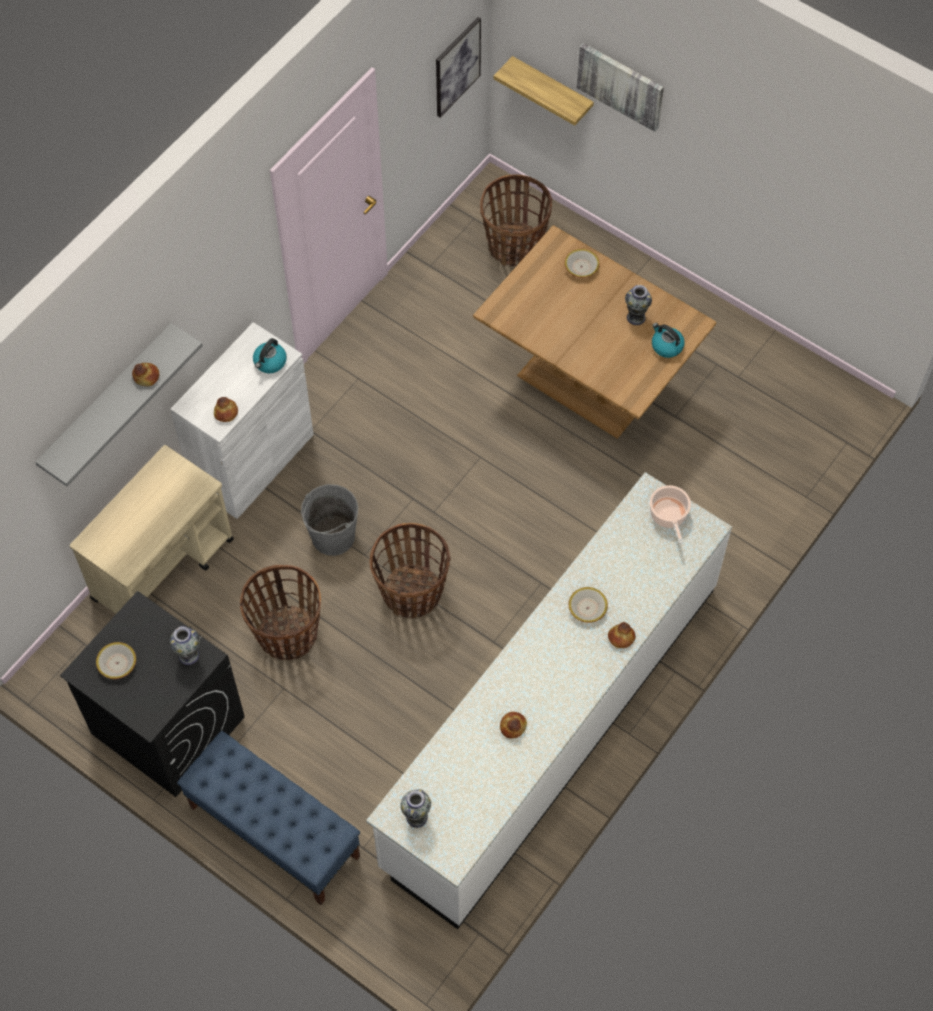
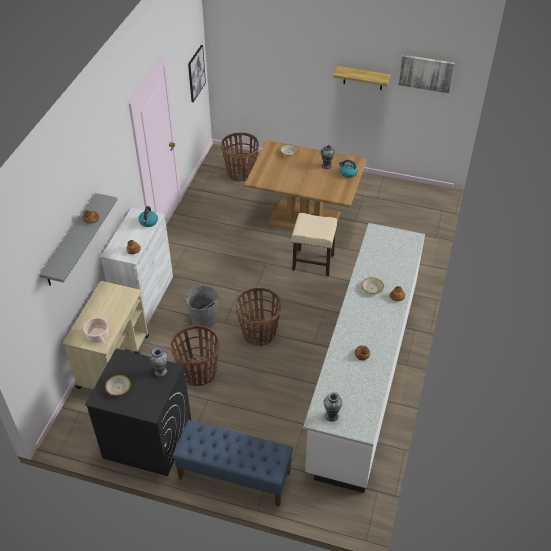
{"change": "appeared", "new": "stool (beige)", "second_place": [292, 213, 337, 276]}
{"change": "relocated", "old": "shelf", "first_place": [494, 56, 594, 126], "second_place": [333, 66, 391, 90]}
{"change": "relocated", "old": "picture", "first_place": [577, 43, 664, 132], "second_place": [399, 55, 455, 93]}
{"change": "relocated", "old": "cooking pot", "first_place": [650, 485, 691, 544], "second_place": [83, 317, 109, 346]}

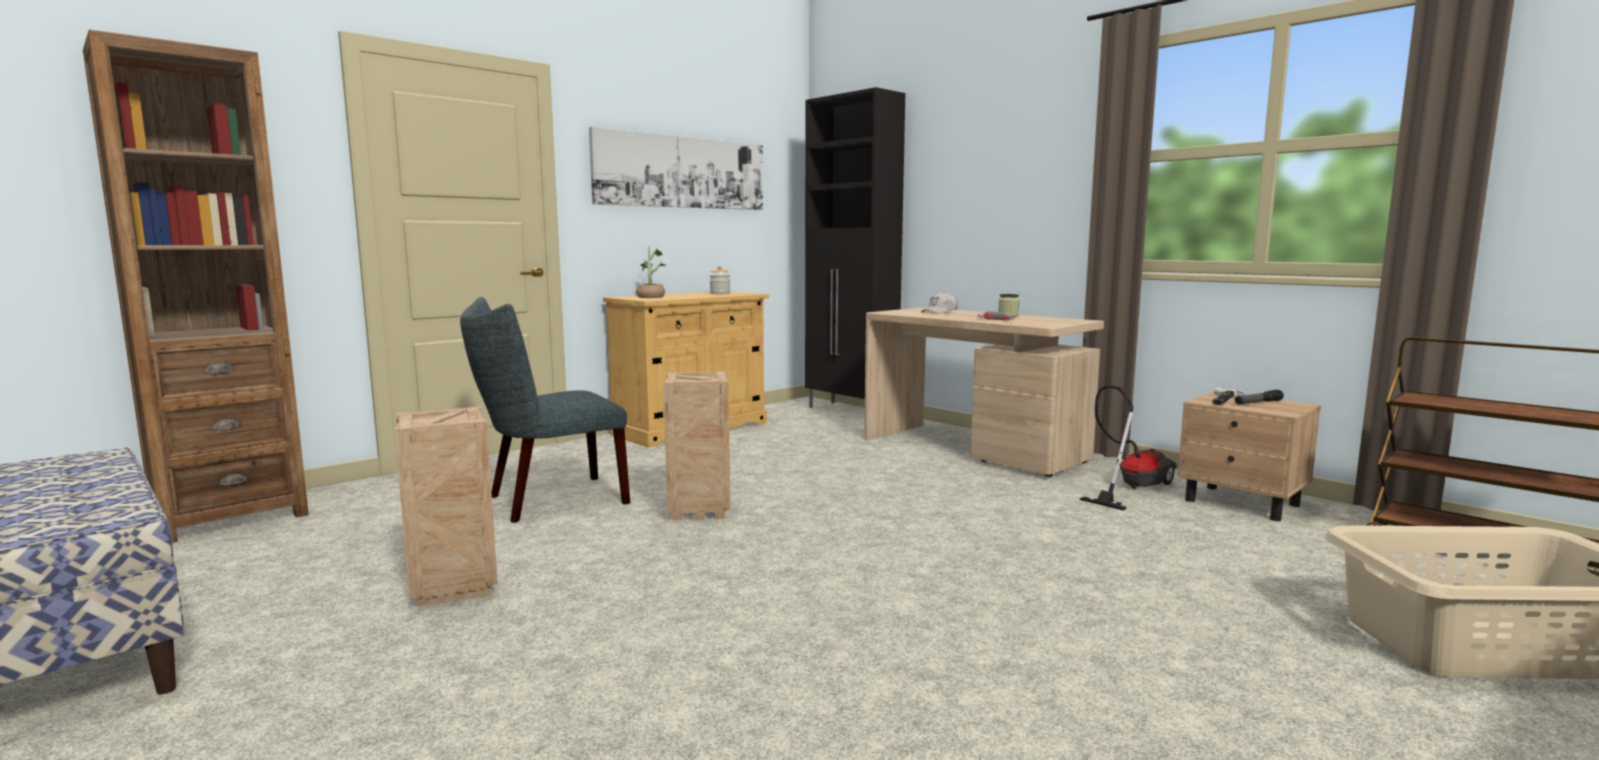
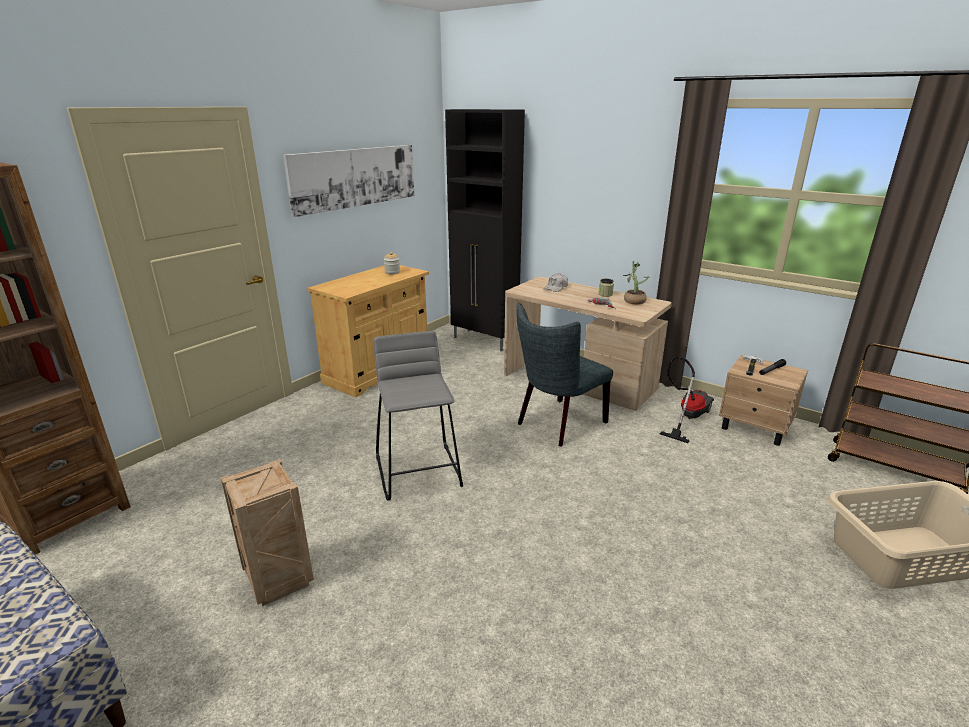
{"change": "relocated", "old": "chair (grey)", "first_place": [460, 297, 630, 523], "second_place": [516, 303, 613, 447]}
{"change": "relocated", "old": "potted plant", "first_place": [636, 246, 666, 298], "second_place": [623, 261, 649, 305]}
{"change": "exchanged", "old": "crate", "new": "stool (grey)", "first_place": [663, 371, 731, 521], "second_place": [373, 331, 463, 500]}

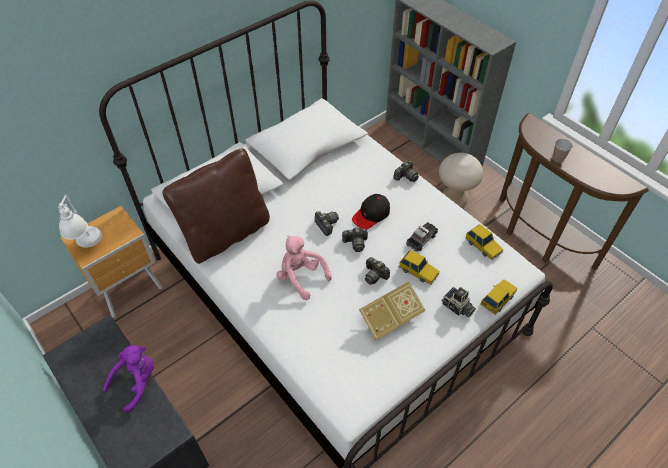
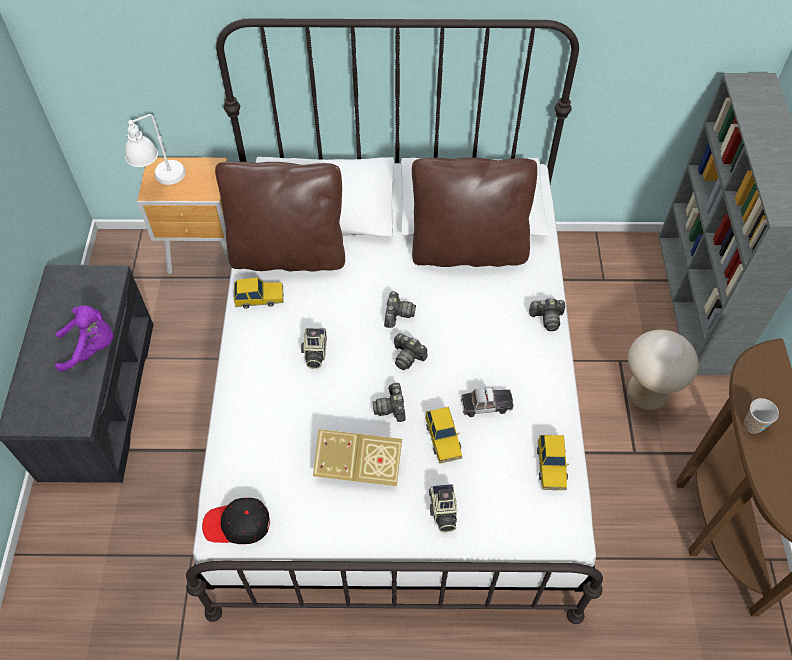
{"change": "appeared", "new": "pillow (brown)", "second_place": [412, 157, 537, 267]}
{"change": "relocated", "old": "cap (black)", "first_place": [352, 194, 390, 229], "second_place": [202, 498, 270, 544]}
{"change": "relocated", "old": "toy car", "first_place": [480, 279, 517, 315], "second_place": [234, 277, 284, 309]}
{"change": "exchanged", "old": "plush toy (pink)", "new": "photo camera", "first_place": [276, 235, 332, 300], "second_place": [301, 328, 327, 369]}

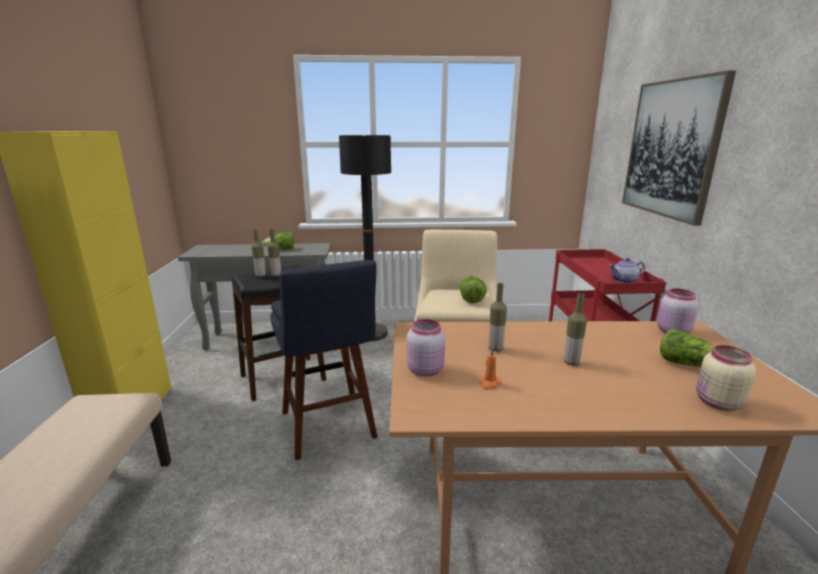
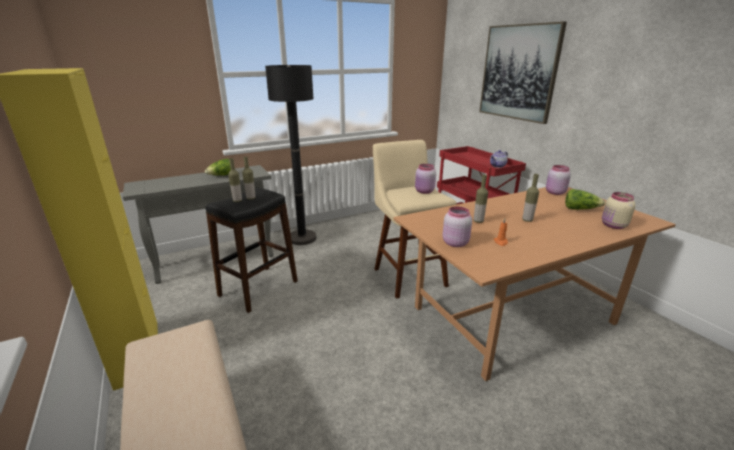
{"change": "missing", "old": "stool (blue)", "first_place": [270, 260, 378, 460]}
{"change": "exchanged", "old": "lettuce", "new": "jar (pink)", "first_place": [460, 276, 487, 303], "second_place": [415, 164, 436, 194]}

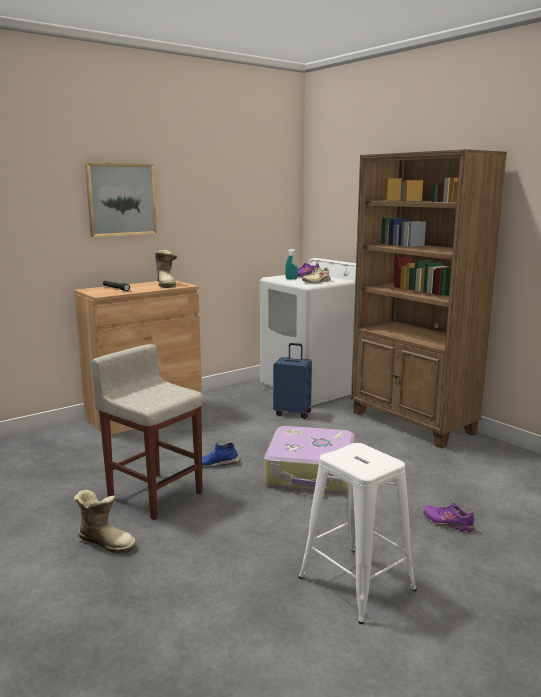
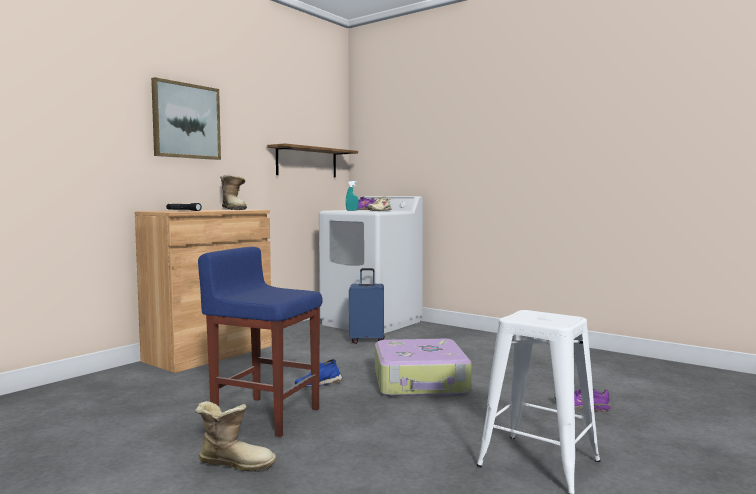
{"change": "missing", "old": "bookcase (brown)", "first_place": [351, 149, 507, 448]}
{"change": "appeared", "new": "shelf", "second_place": [267, 143, 358, 178]}
{"change": "colour", "old": "stool (beige)", "new": "stool (blue)", "first_place": [90, 344, 204, 520], "second_place": [198, 247, 323, 437]}

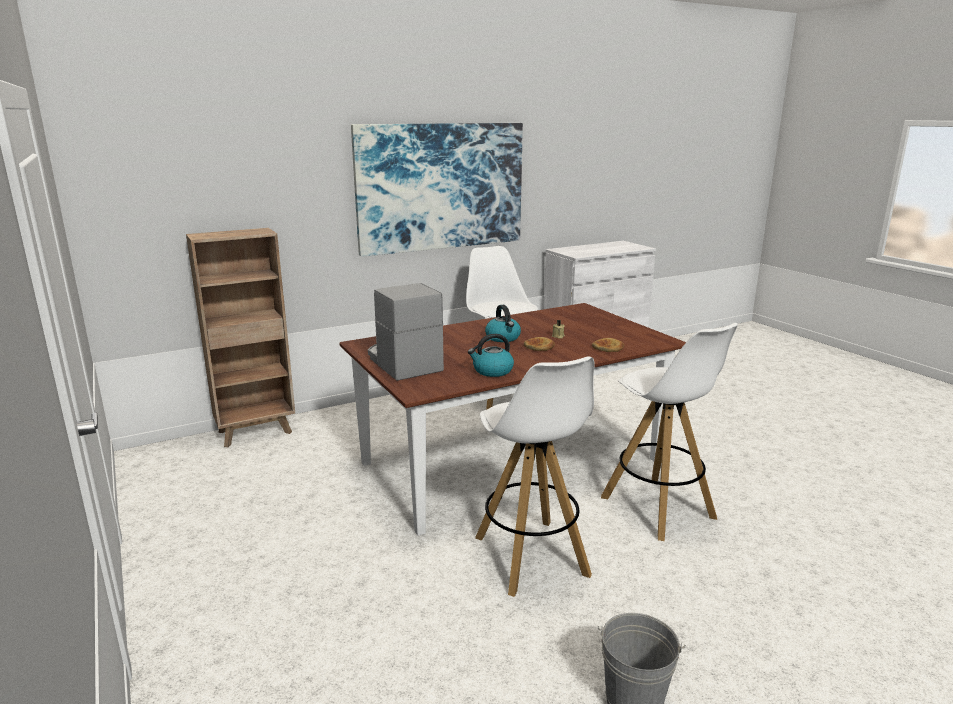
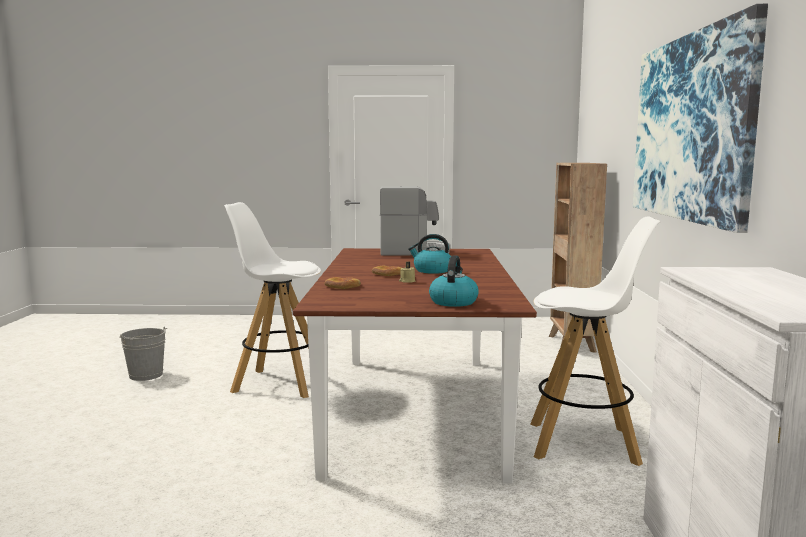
{"change": "missing", "old": "stool (white)", "first_place": [601, 323, 738, 541]}
{"change": "relocated", "old": "kettle", "first_place": [468, 334, 514, 377], "second_place": [429, 256, 479, 307]}

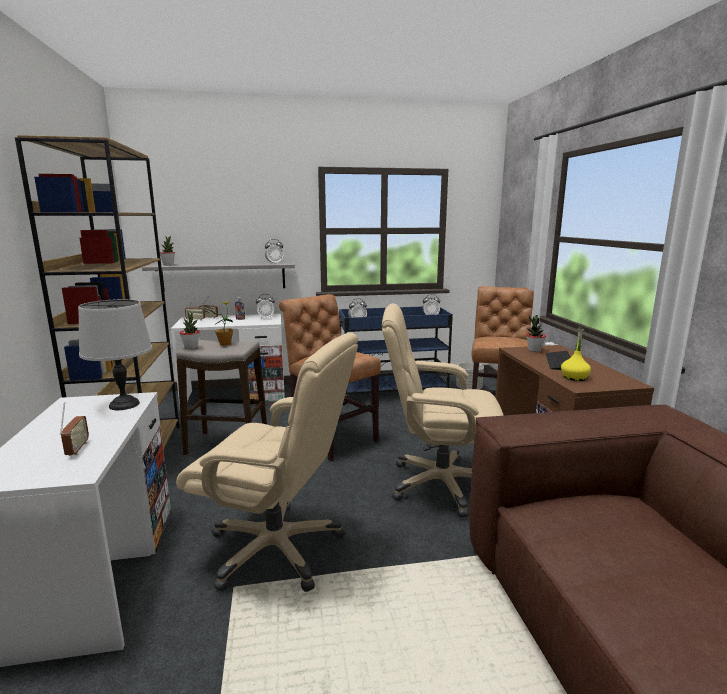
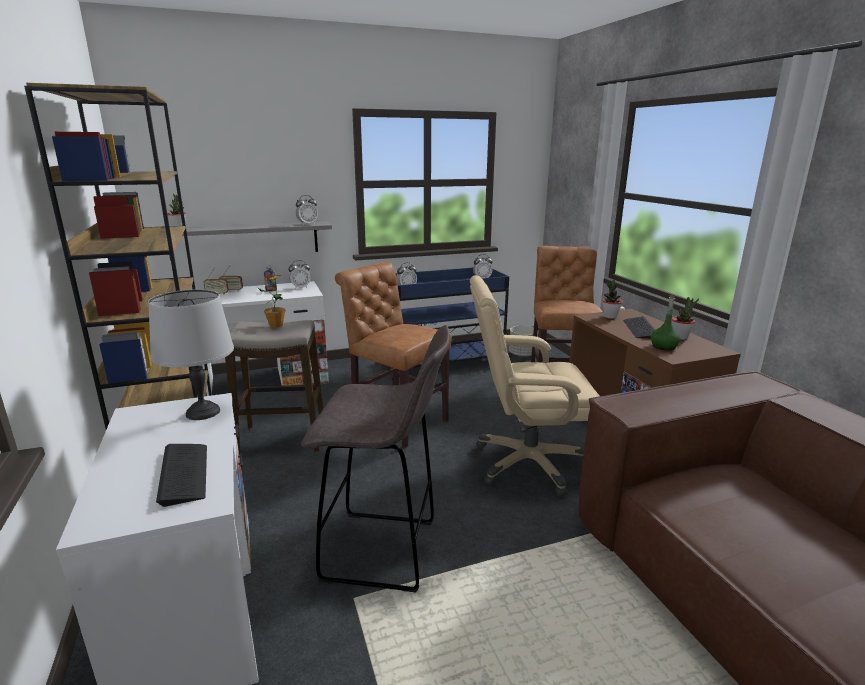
{"change": "relocated", "old": "potted plant", "first_place": [180, 312, 200, 349], "second_place": [672, 297, 699, 340]}
{"change": "exchanged", "old": "radio", "new": "keyboard", "first_place": [60, 403, 89, 456], "second_place": [156, 444, 207, 507]}
{"change": "exchanged", "old": "office chair (beige)", "new": "stool (grey)", "first_place": [176, 332, 358, 592], "second_place": [301, 325, 450, 592]}
{"change": "colour", "old": "bottle (yellow)", "new": "bottle (green)", "first_place": [561, 327, 591, 381], "second_place": [650, 295, 681, 350]}

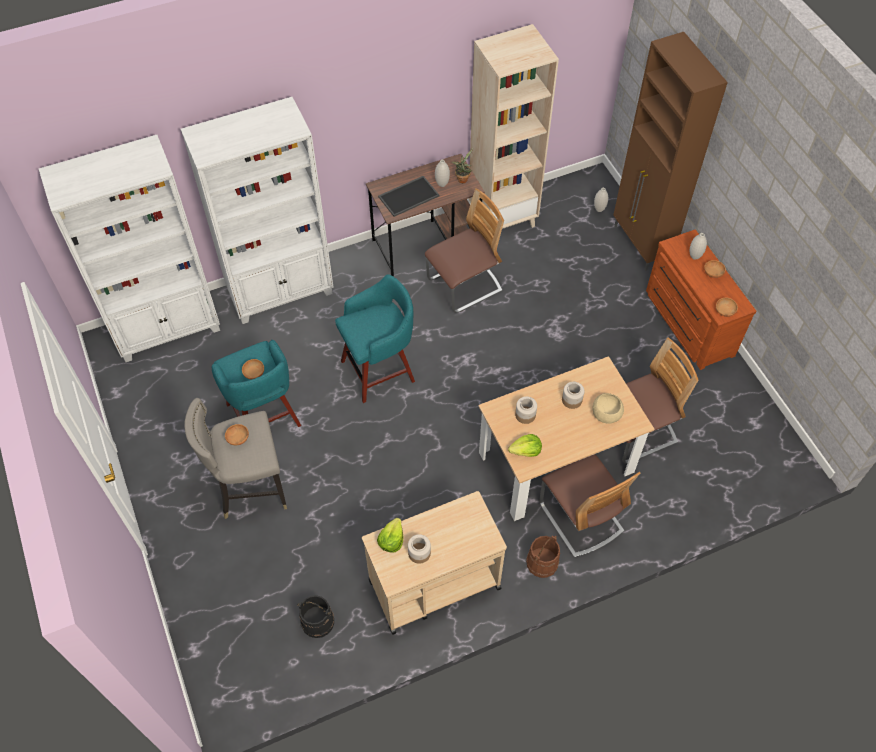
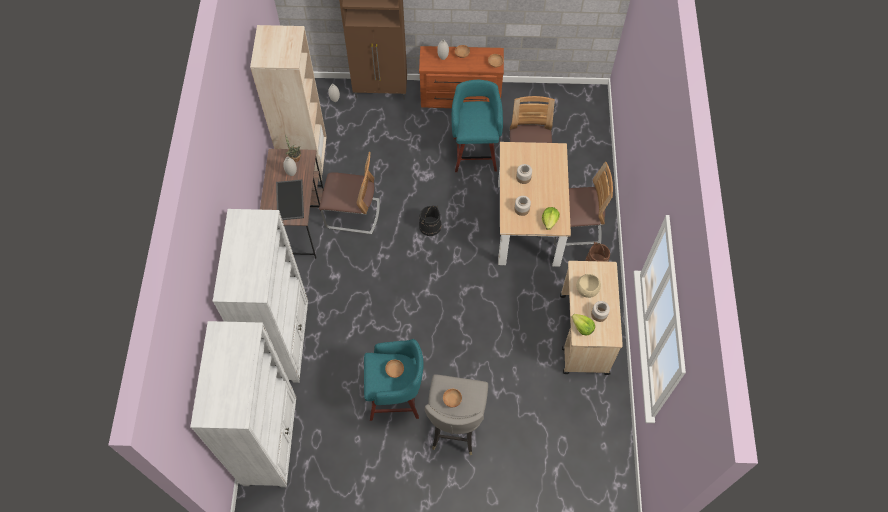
{"change": "relocated", "old": "bucket (black)", "first_place": [297, 595, 334, 638], "second_place": [419, 206, 442, 236]}
{"change": "relocated", "old": "stool (turquoise)", "first_place": [335, 274, 415, 403], "second_place": [452, 80, 503, 172]}
{"change": "relocated", "old": "bowl (beige)", "first_place": [593, 393, 624, 424], "second_place": [576, 274, 601, 298]}
{"change": "spun", "old": "chair", "first_place": [425, 188, 504, 313], "second_place": [319, 152, 380, 234], "degrees": 105}

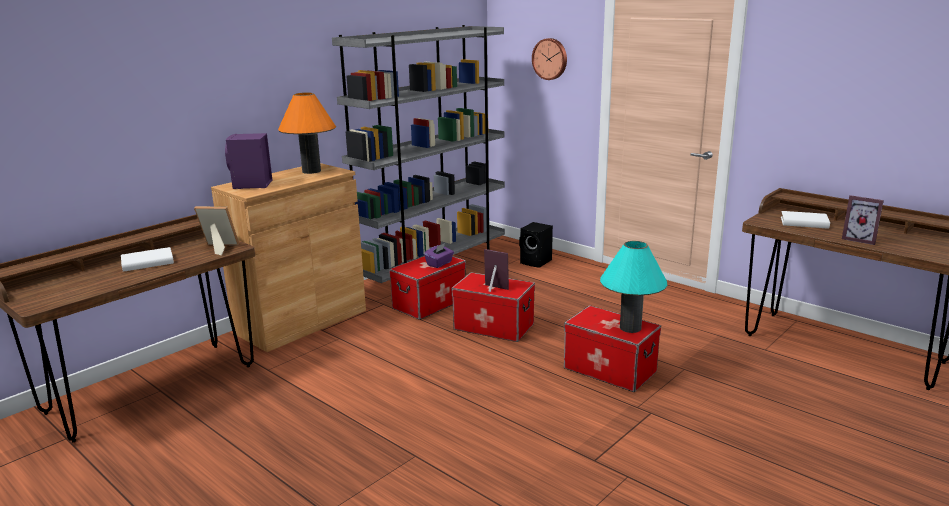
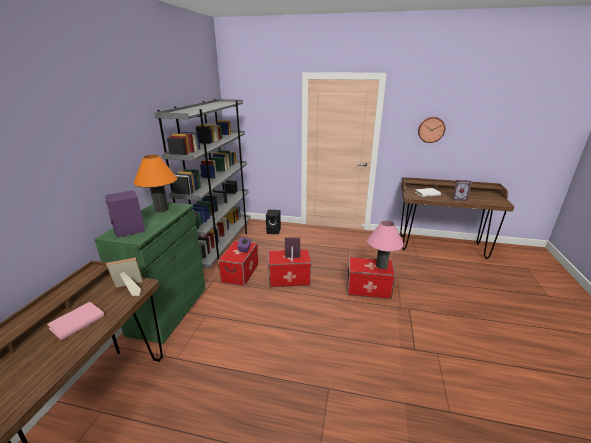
{"change": "relocated", "old": "wall clock", "first_place": [532, 38, 567, 80], "second_place": [418, 117, 445, 143]}
{"change": "colour", "old": "book (white)", "new": "book (pink)", "first_place": [121, 247, 174, 272], "second_place": [47, 302, 105, 341]}
{"change": "colour", "old": "cabinet (brown)", "new": "cabinet (green)", "first_place": [211, 163, 366, 352], "second_place": [94, 202, 206, 344]}
{"change": "colour", "old": "table lamp (turquoise)", "new": "table lamp (pink)", "first_place": [600, 241, 667, 333], "second_place": [367, 221, 404, 269]}

